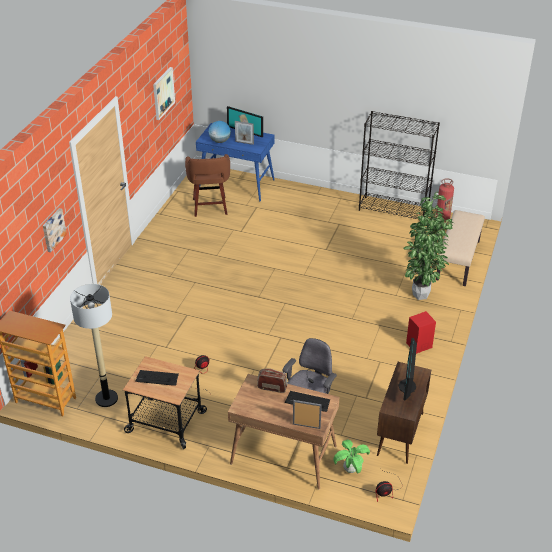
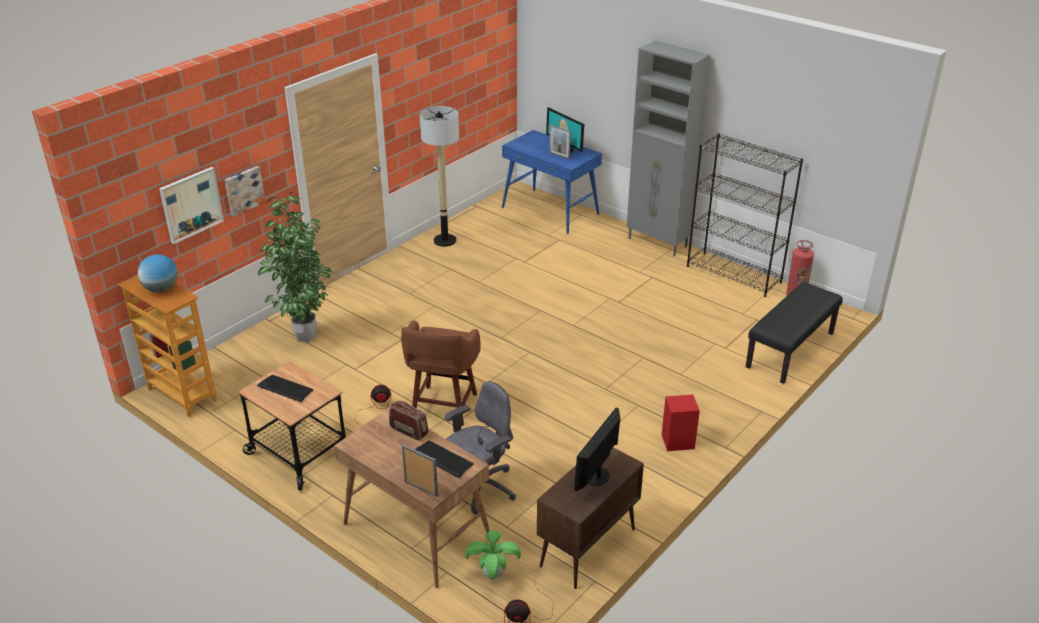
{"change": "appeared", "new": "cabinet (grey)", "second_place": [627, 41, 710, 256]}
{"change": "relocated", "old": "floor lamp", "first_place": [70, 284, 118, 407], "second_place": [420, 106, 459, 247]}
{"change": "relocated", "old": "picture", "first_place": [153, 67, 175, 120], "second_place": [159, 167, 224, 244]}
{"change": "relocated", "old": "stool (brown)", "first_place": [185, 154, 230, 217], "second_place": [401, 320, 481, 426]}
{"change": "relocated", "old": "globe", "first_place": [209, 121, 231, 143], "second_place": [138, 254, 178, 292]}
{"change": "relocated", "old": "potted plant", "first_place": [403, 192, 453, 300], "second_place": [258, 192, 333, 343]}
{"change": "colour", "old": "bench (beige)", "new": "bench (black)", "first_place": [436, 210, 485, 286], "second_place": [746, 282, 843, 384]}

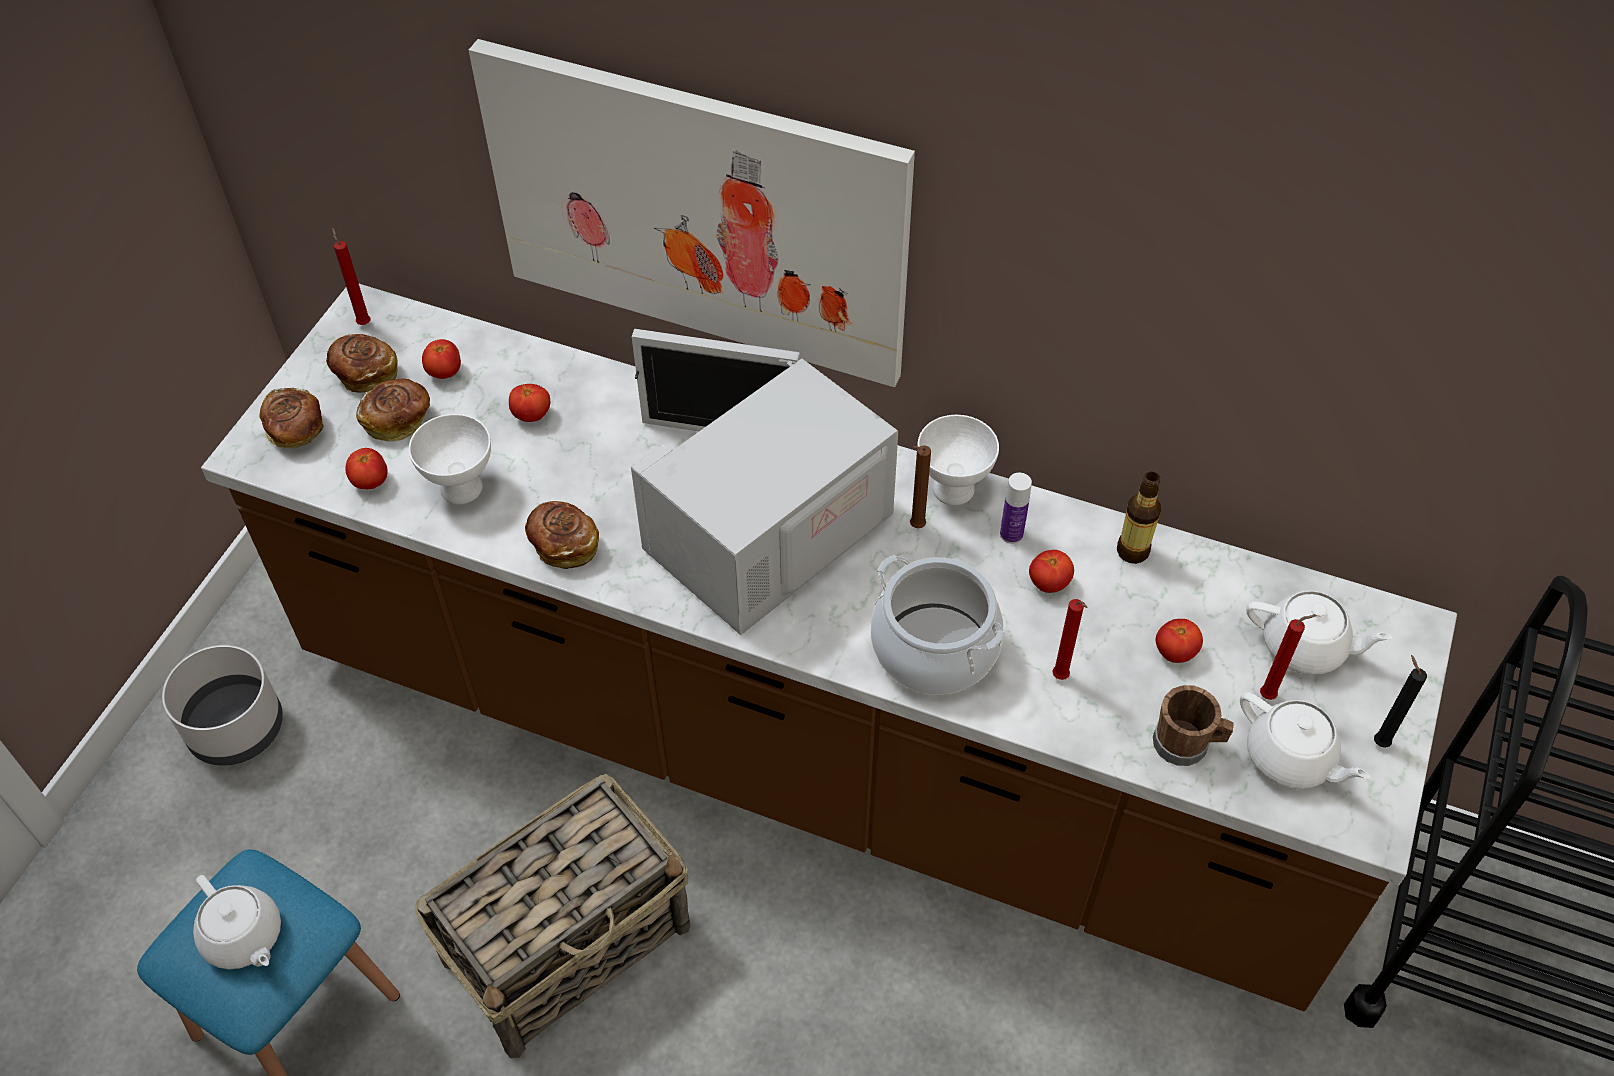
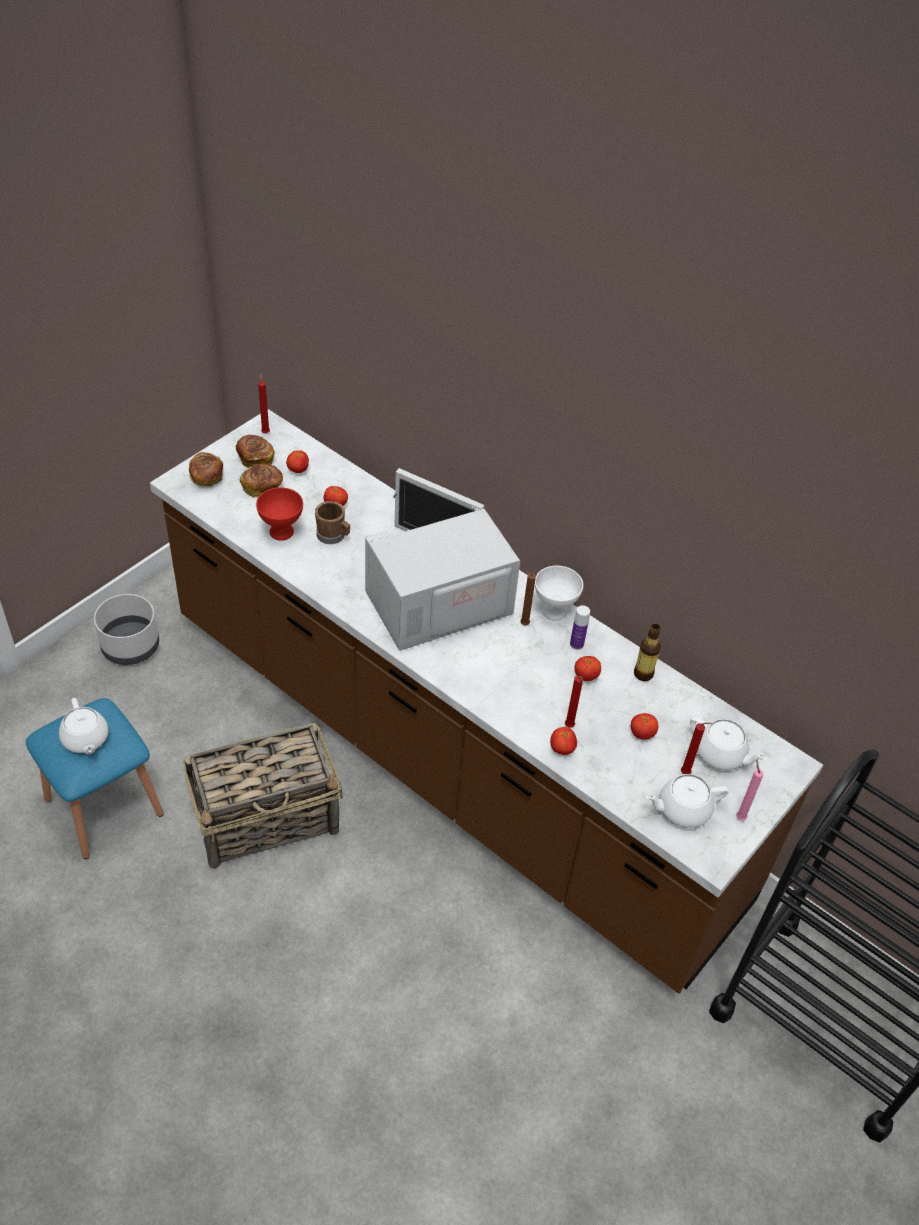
{"change": "missing", "old": "picture", "first_place": [469, 39, 915, 387]}
{"change": "missing", "old": "bread", "first_place": [525, 501, 599, 569]}
{"change": "missing", "old": "cooking pot", "first_place": [871, 555, 1005, 695]}
{"change": "relocated", "old": "tomato", "first_place": [346, 448, 388, 489], "second_place": [550, 727, 577, 755]}
{"change": "relocated", "old": "mug (brown)", "first_place": [1153, 685, 1234, 766], "second_place": [315, 501, 350, 544]}
{"change": "colour", "old": "bowl (white)", "new": "bowl (red)", "first_place": [409, 414, 491, 504], "second_place": [256, 488, 303, 541]}
{"change": "colour", "old": "candle (black)", "new": "candle (pink)", "first_place": [1374, 655, 1427, 748], "second_place": [736, 760, 764, 821]}
{"change": "spun", "old": "teapot (white)", "first_place": [1240, 692, 1370, 789], "second_place": [645, 774, 729, 828], "degrees": 105}

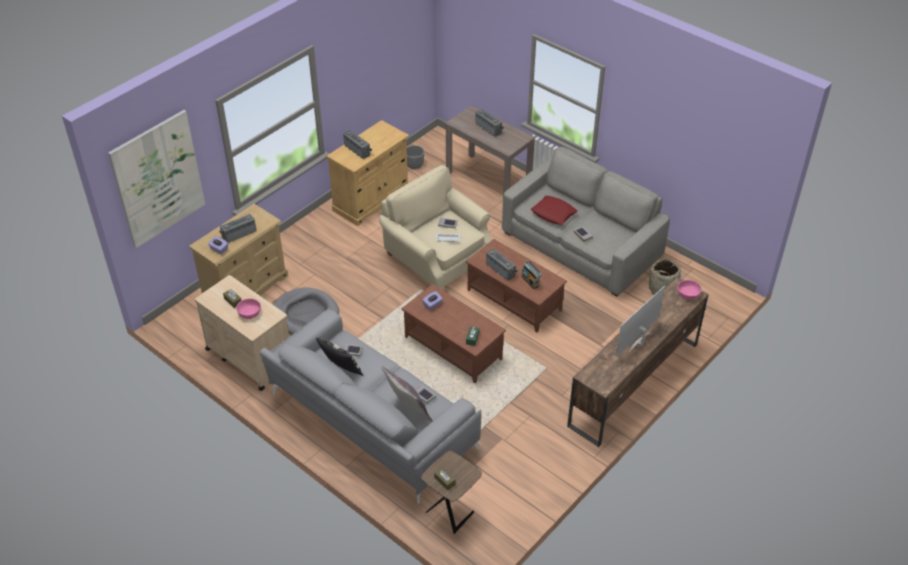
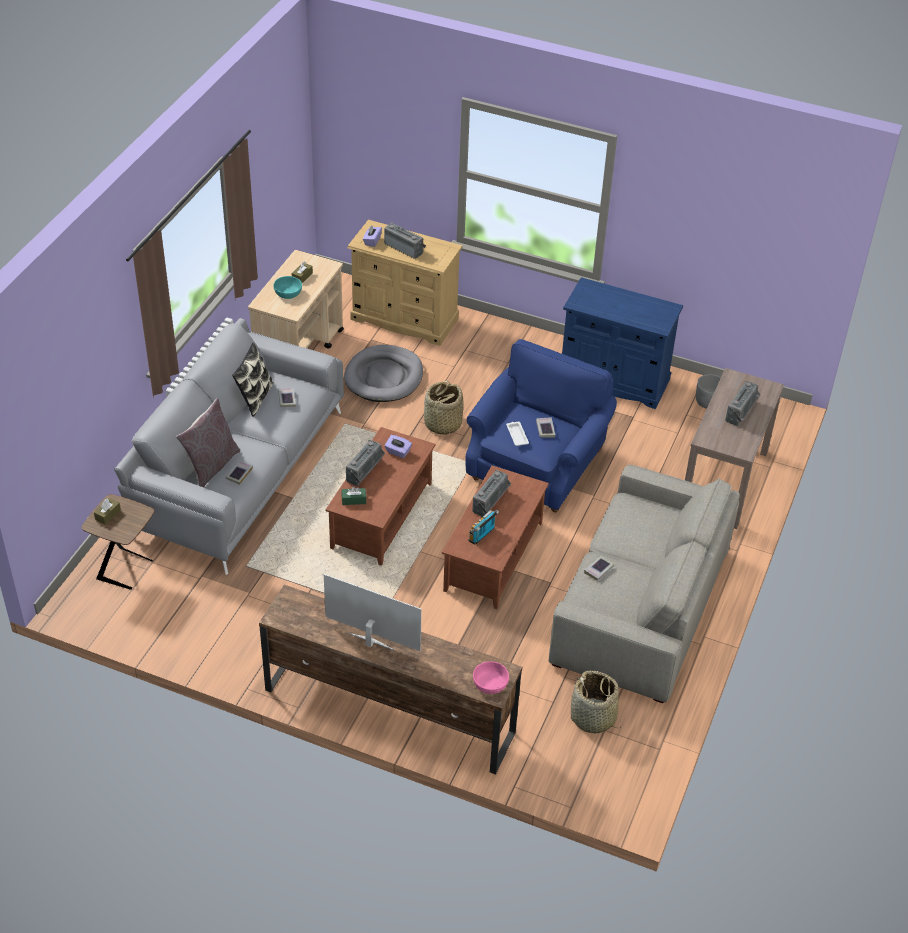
{"change": "missing", "old": "picture", "first_place": [108, 110, 205, 248]}
{"change": "missing", "old": "pillow (red)", "first_place": [531, 196, 577, 225]}
{"change": "appeared", "new": "basket", "second_place": [424, 381, 464, 434]}
{"change": "relocated", "old": "radio", "first_place": [343, 130, 373, 159], "second_place": [346, 440, 385, 486]}
{"change": "colour", "old": "bowl (pink)", "new": "bowl (turquoise)", "first_place": [236, 298, 261, 319], "second_place": [273, 276, 302, 299]}
{"change": "colour", "old": "cabinet (beige)", "new": "cabinet (blue)", "first_place": [326, 120, 409, 226], "second_place": [562, 277, 683, 409]}
{"change": "colour", "old": "armchair (beige)", "new": "armchair (blue)", "first_place": [379, 165, 492, 289], "second_place": [465, 339, 617, 512]}

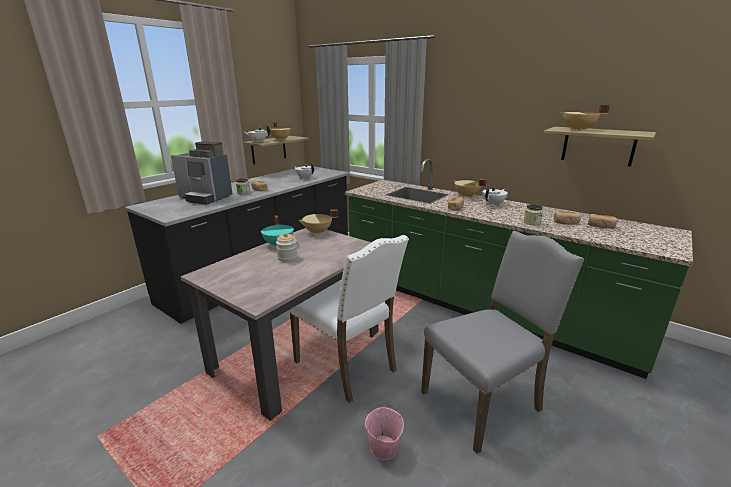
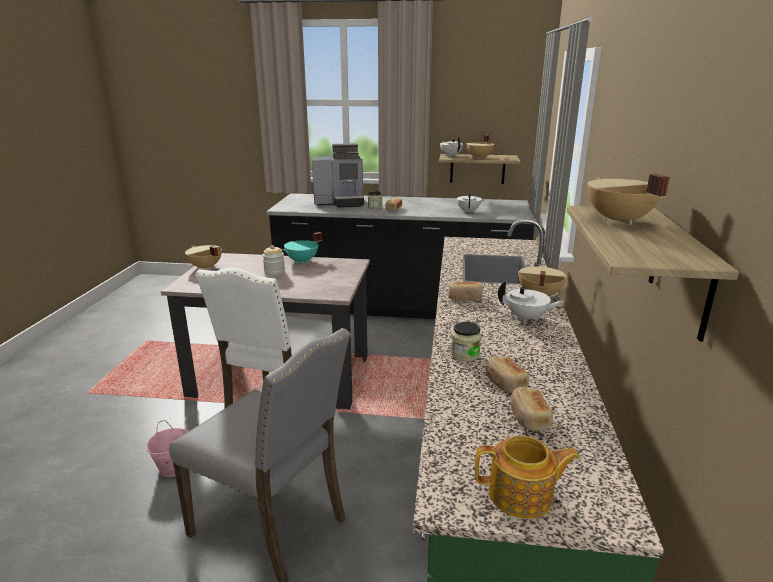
{"change": "appeared", "new": "teapot", "second_place": [475, 436, 580, 519]}
{"change": "relocated", "old": "cooking pot (beige)", "first_place": [298, 209, 338, 235], "second_place": [185, 245, 222, 270]}
{"change": "spun", "old": "coffee machine", "first_place": [171, 141, 232, 205], "second_place": [312, 143, 364, 208], "degrees": -90}

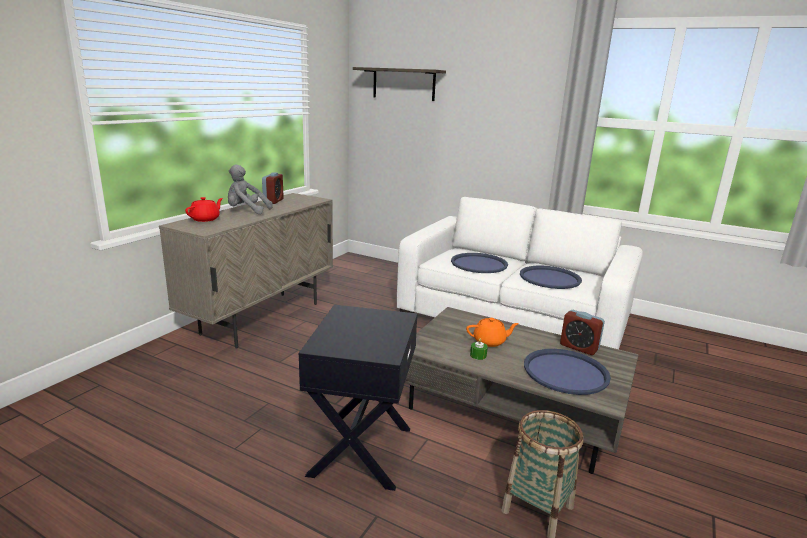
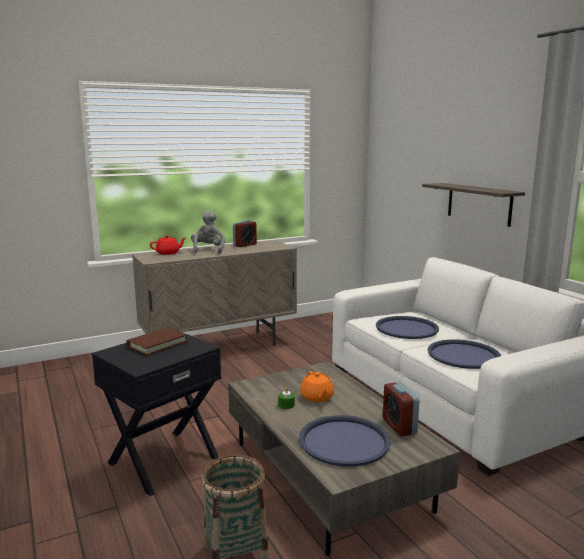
{"change": "appeared", "new": "book (brown)", "second_place": [127, 327, 188, 356]}
{"change": "relocated", "old": "shelf", "first_place": [353, 67, 446, 101], "second_place": [422, 183, 525, 227]}
{"change": "spun", "old": "plush toy (grey)", "first_place": [228, 165, 273, 214], "second_place": [191, 211, 225, 254], "degrees": 45}
{"change": "spun", "old": "teapot (orange)", "first_place": [466, 318, 519, 347], "second_place": [300, 371, 334, 403], "degrees": 45}

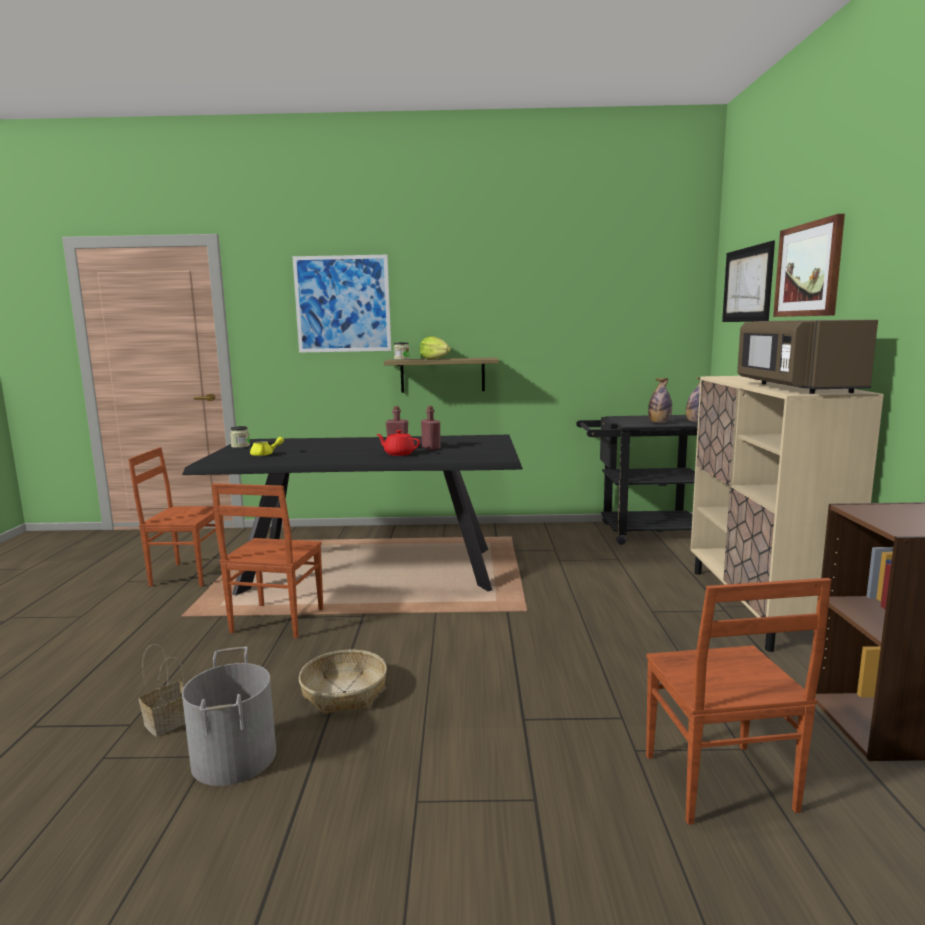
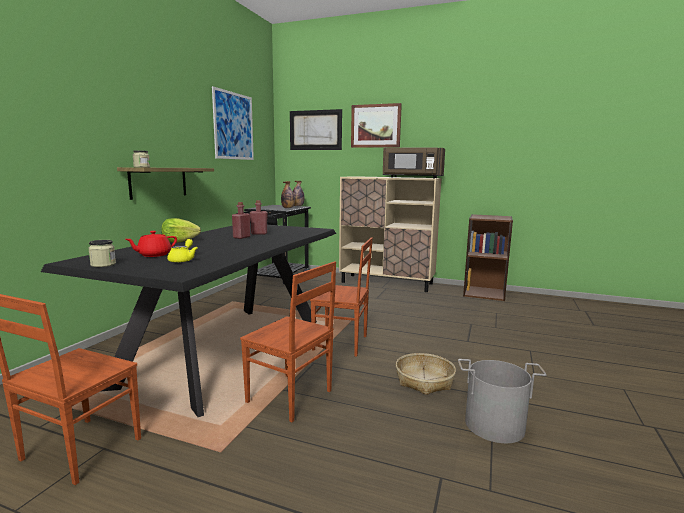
{"change": "missing", "old": "basket", "first_place": [139, 644, 185, 737]}
{"change": "relocated", "old": "picture", "first_place": [292, 255, 391, 353], "second_place": [212, 86, 254, 160]}
{"change": "relocated", "old": "teapot (red)", "first_place": [377, 430, 420, 456], "second_place": [126, 231, 177, 257]}
{"change": "relocated", "old": "lettuce", "first_place": [420, 336, 451, 359], "second_place": [161, 218, 201, 243]}
{"change": "relocated", "old": "chair (brown)", "first_place": [646, 578, 831, 825], "second_place": [310, 237, 373, 357]}

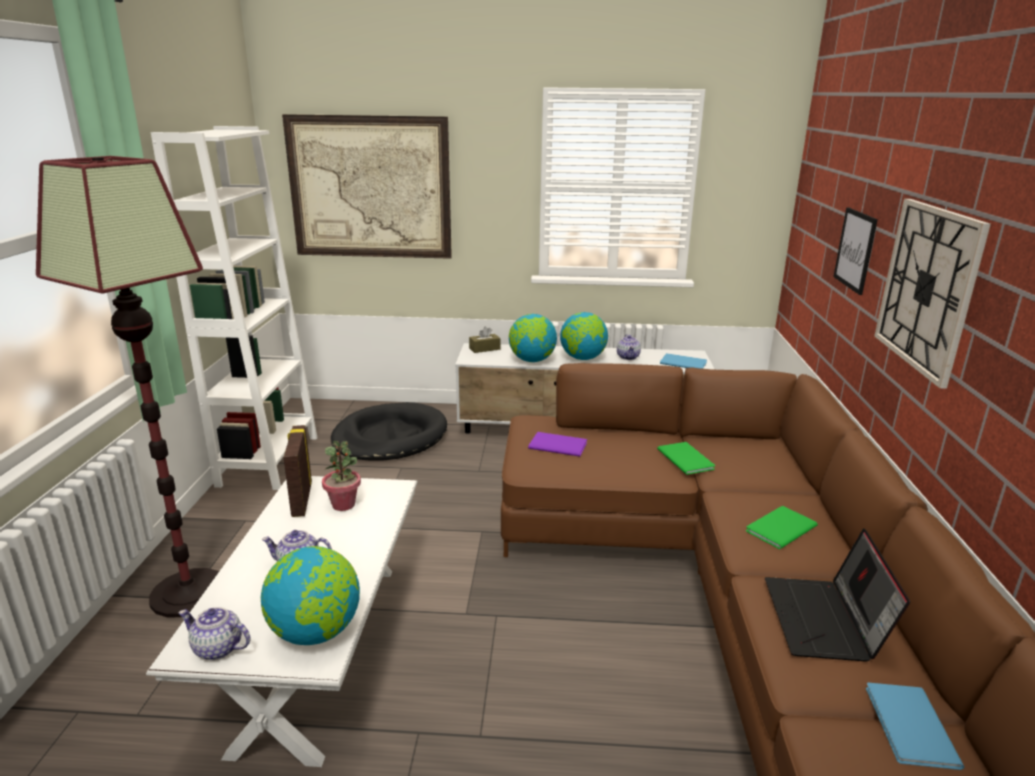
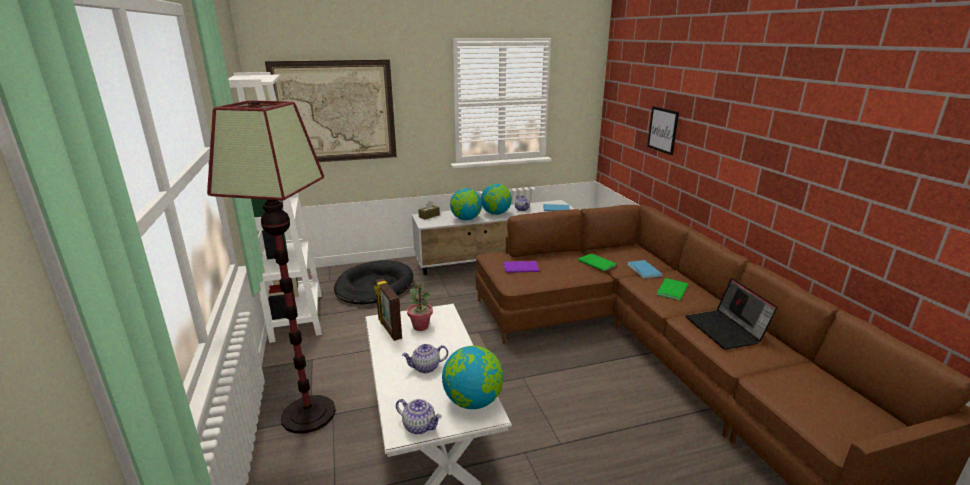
{"change": "missing", "old": "wall clock", "first_place": [874, 199, 991, 389]}
{"change": "relocated", "old": "book (blue)", "first_place": [866, 682, 964, 770], "second_place": [627, 260, 663, 279]}
{"change": "spun", "old": "teapot", "first_place": [179, 607, 251, 660], "second_place": [396, 399, 442, 434], "degrees": -150}

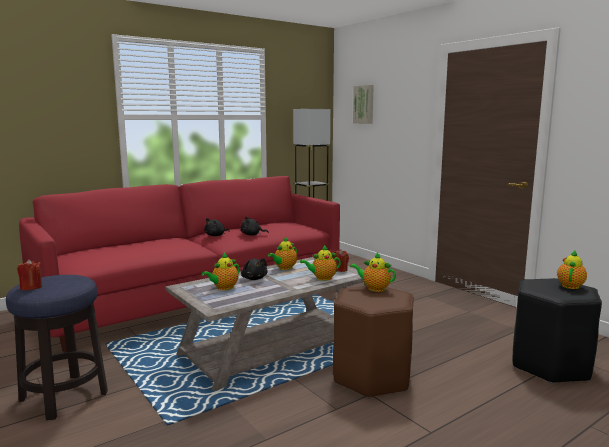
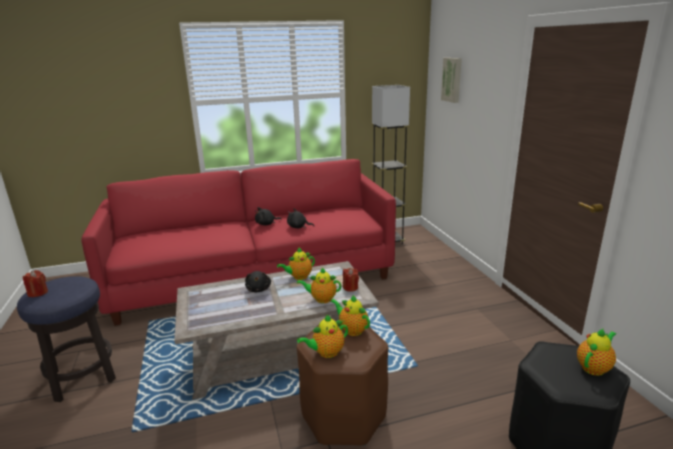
{"change": "relocated", "old": "teapot", "first_place": [202, 253, 240, 290], "second_place": [297, 314, 348, 358]}

